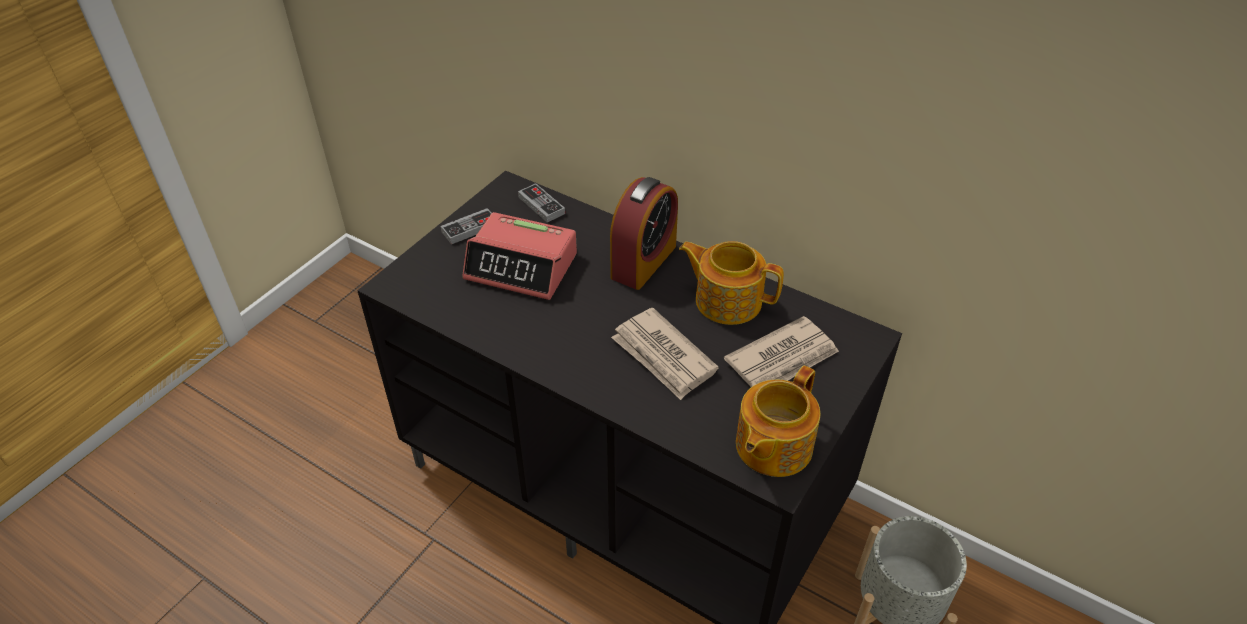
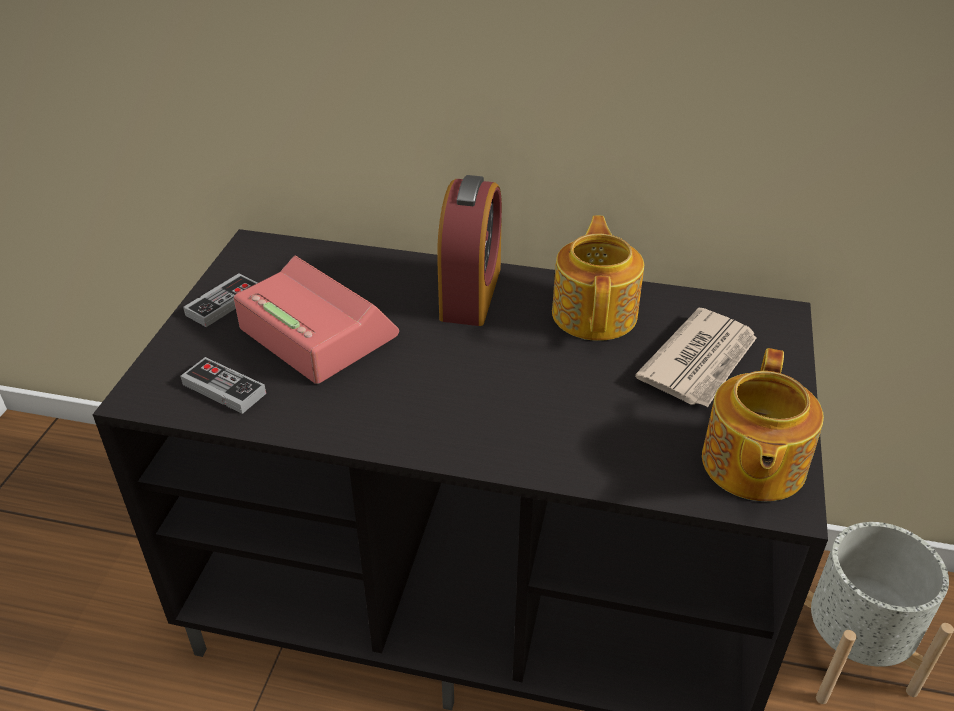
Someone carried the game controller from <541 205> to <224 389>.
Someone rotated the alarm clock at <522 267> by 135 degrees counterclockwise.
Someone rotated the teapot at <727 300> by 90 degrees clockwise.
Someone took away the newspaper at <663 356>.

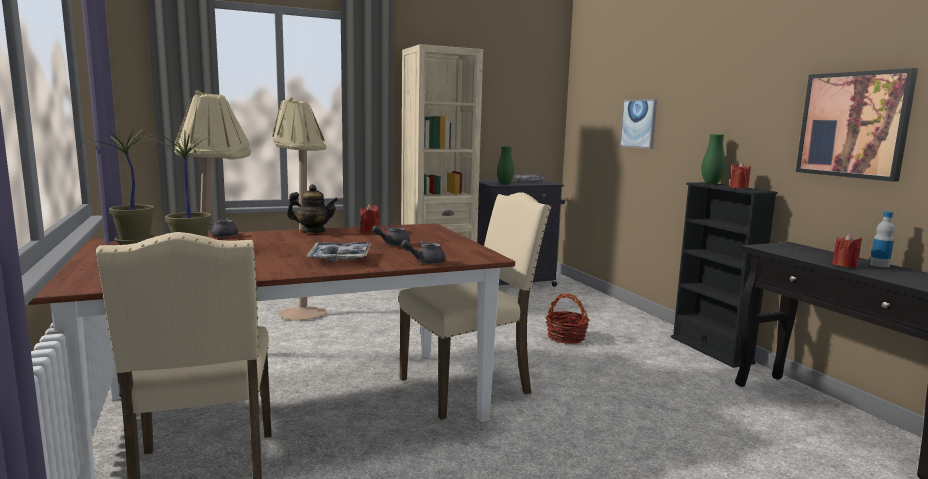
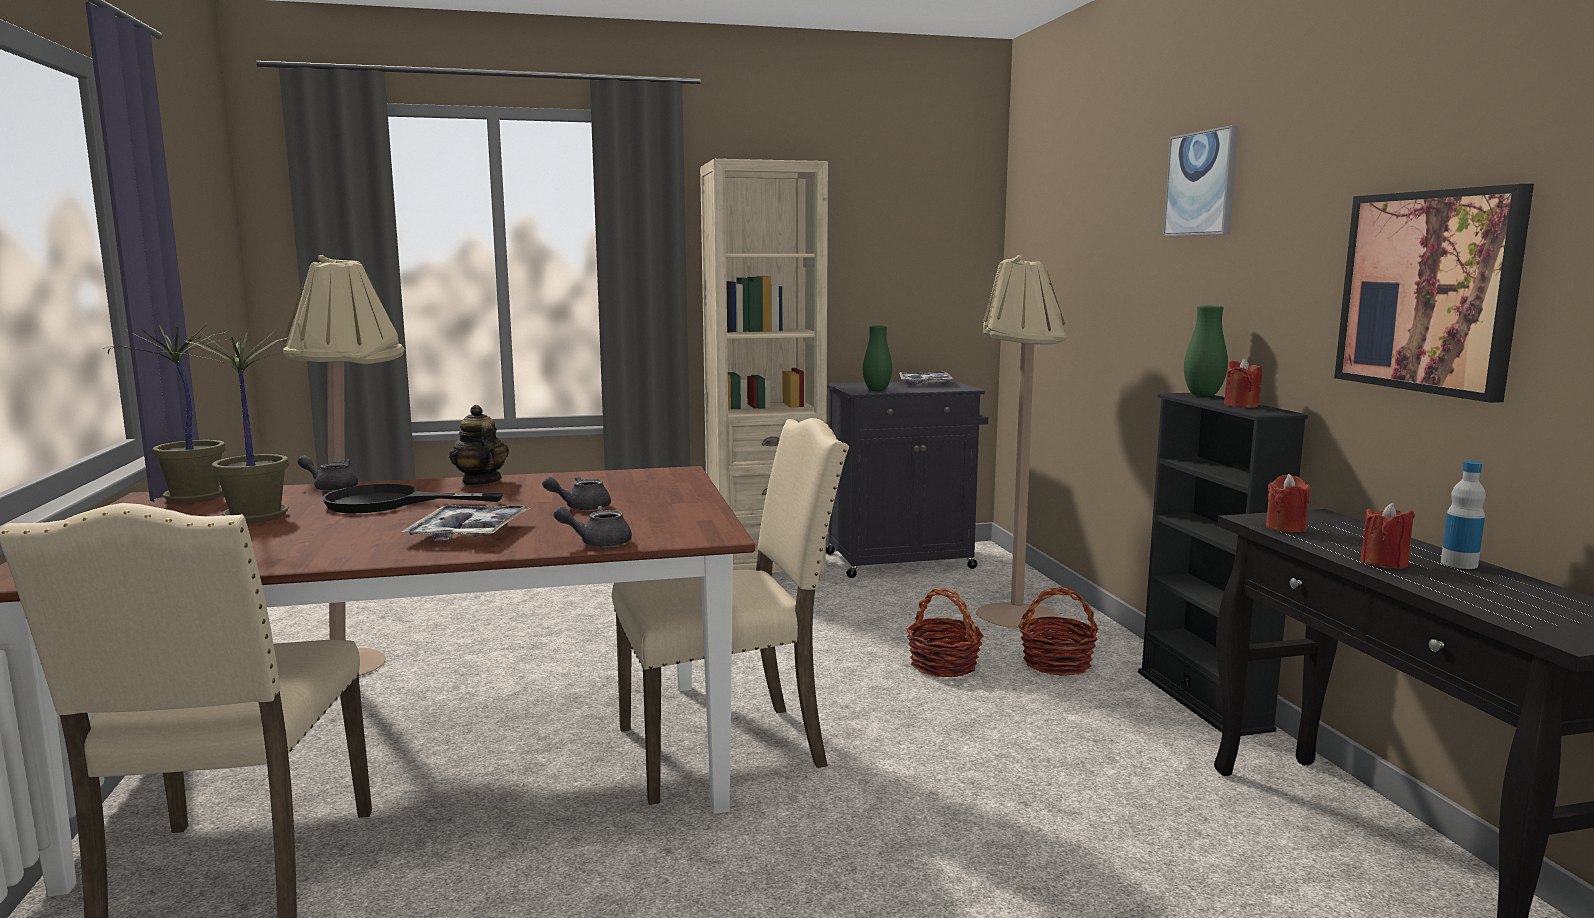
Someone put down the black frying pan at <389 503>.
Someone rotated the teapot at <313 231> by 135 degrees counterclockwise.
Someone carried the beige floor lamp from <305 310> to <1014 610>.
Someone put down the basket at <1057 663>.
Someone carried the picture from <639 123> to <1202 184>.
Someone carried the red candle from <370 232> to <1285 528>.

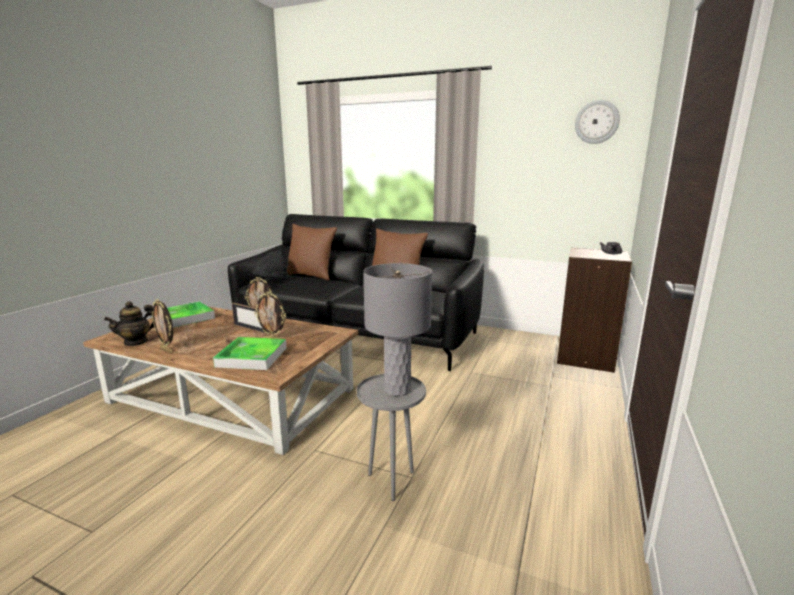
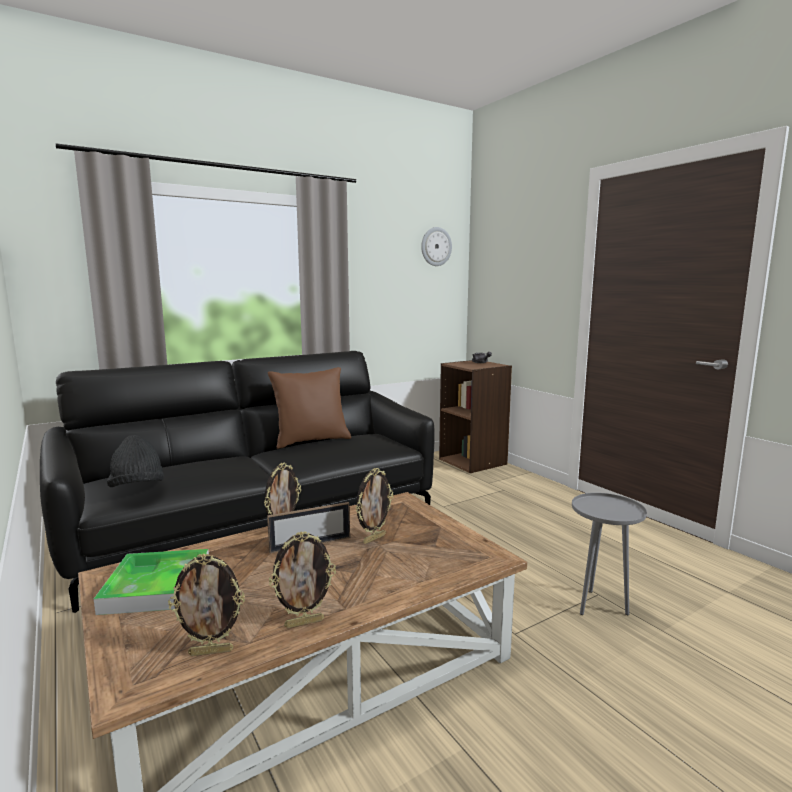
Someone swapped the teapot at <136 342> for the picture frame at <211 651>.
Someone took away the tray at <252 357>.
Someone took away the brown pillow at <311 276>.
Someone took away the grey table lamp at <397 390>.

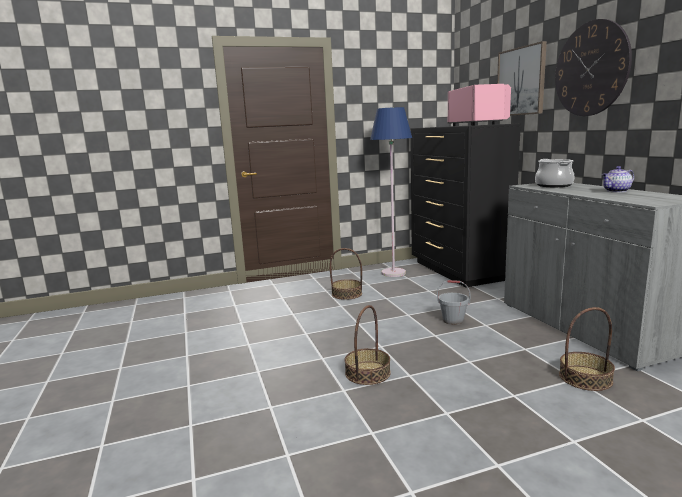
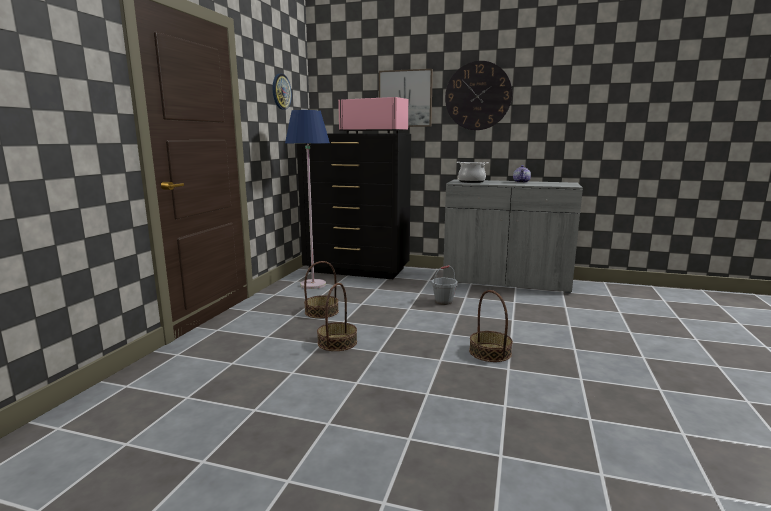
Someone put up the wall clock at <281 91>.
Someone carried the basket from <585 378> to <337 342>.

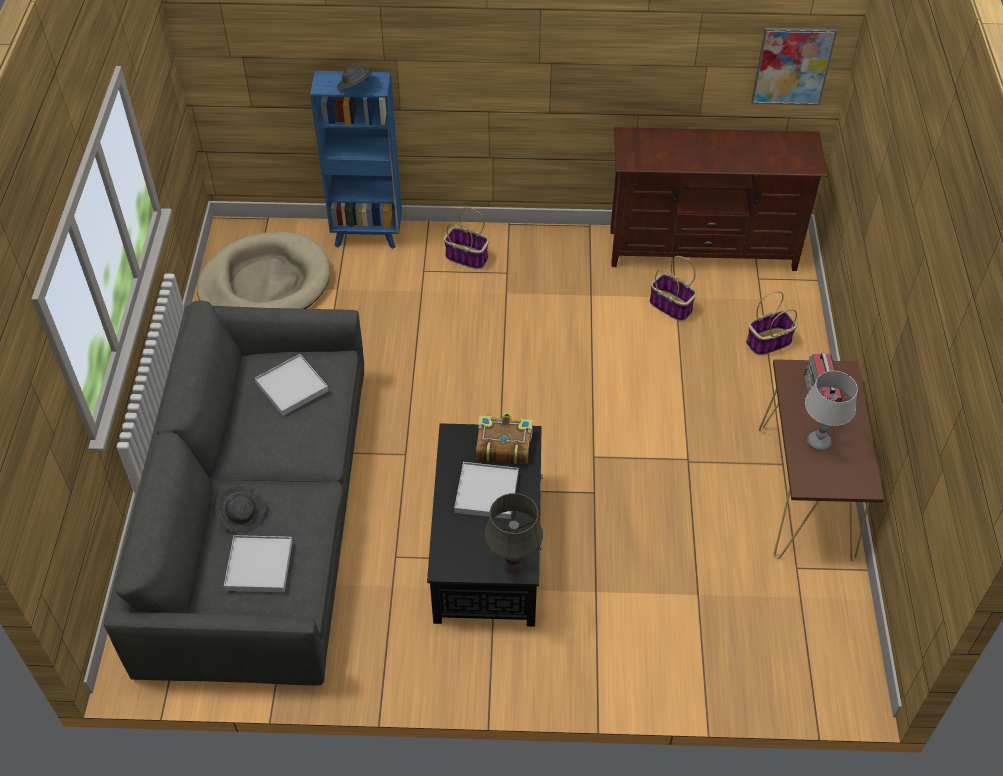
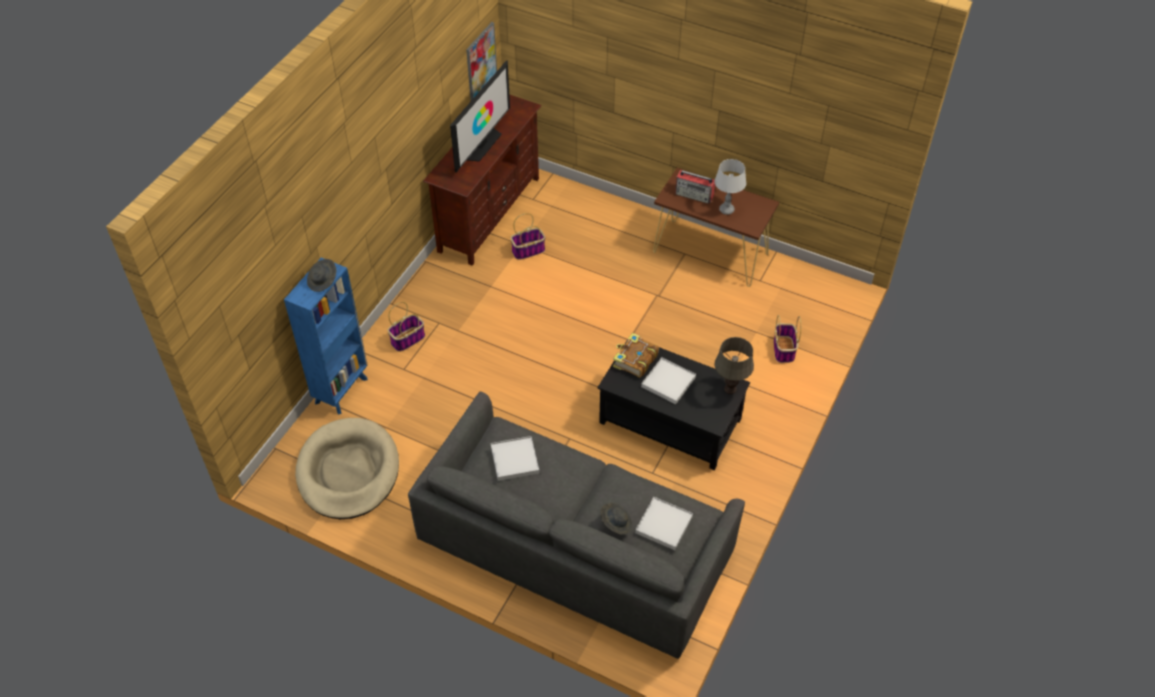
Someone put down the television at <482 144>.
Someone carried the basket from <768 342> to <784 350>.

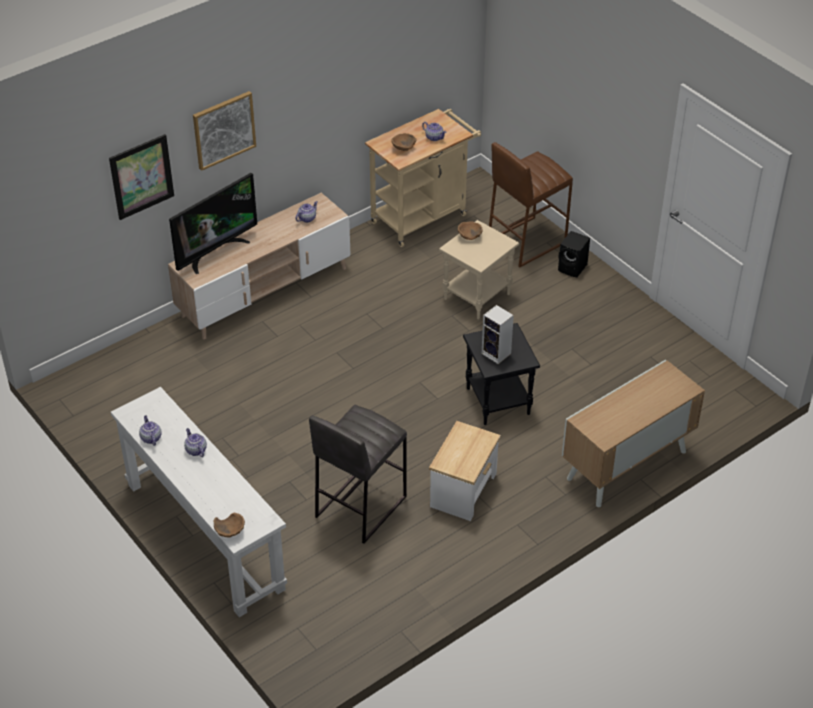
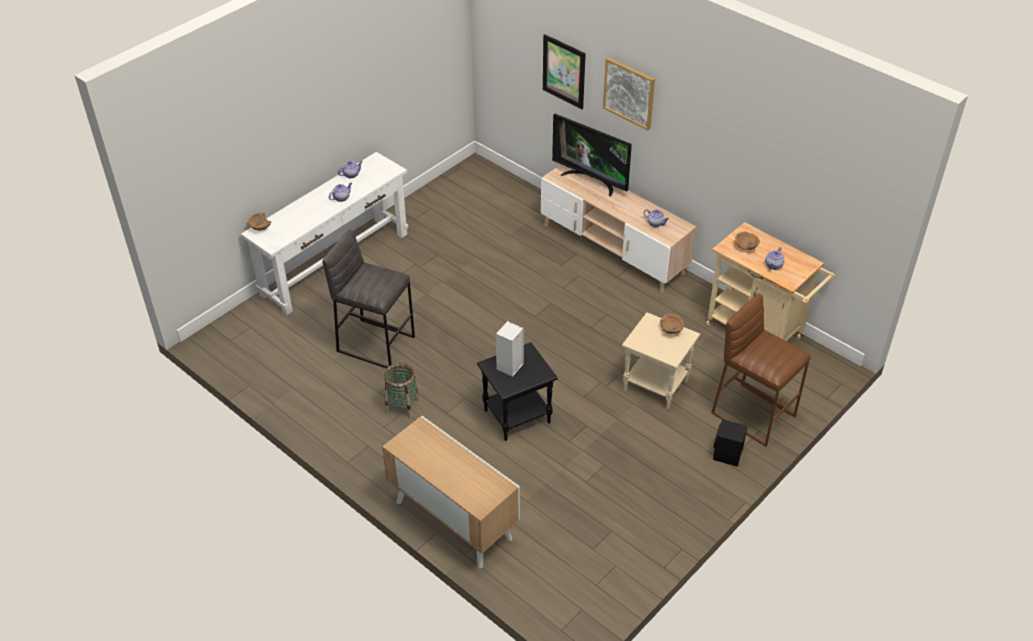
Someone swapped the side table at <464 491> for the basket at <402 406>.

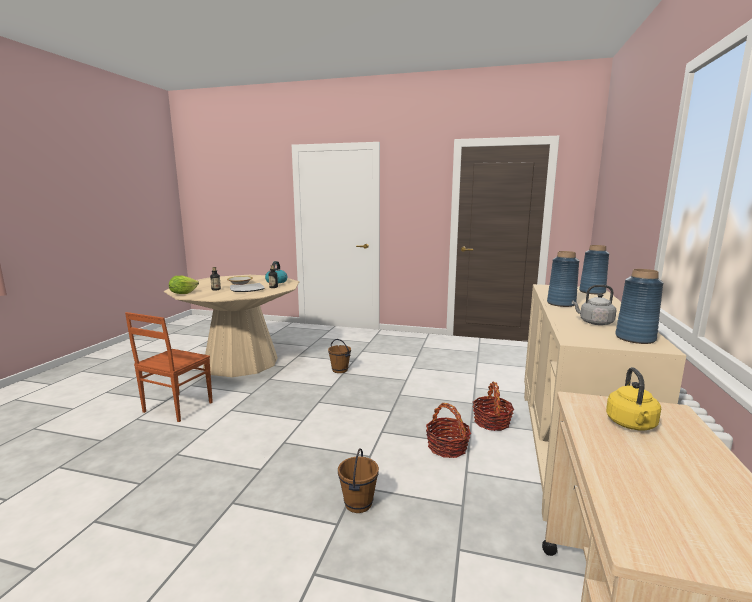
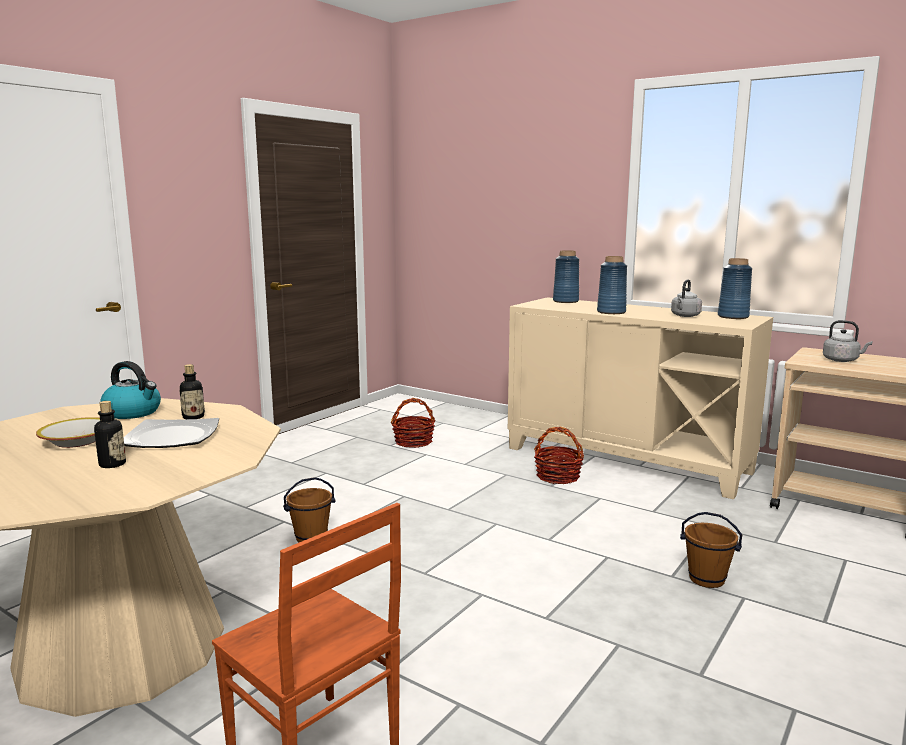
Someone carried the basket from <447 447> to <413 442>.
Someone repainted the yellow kettle at <631 425>, which became the grey kettle at <842 360>.
Someone took away the lettuce at <183 293>.

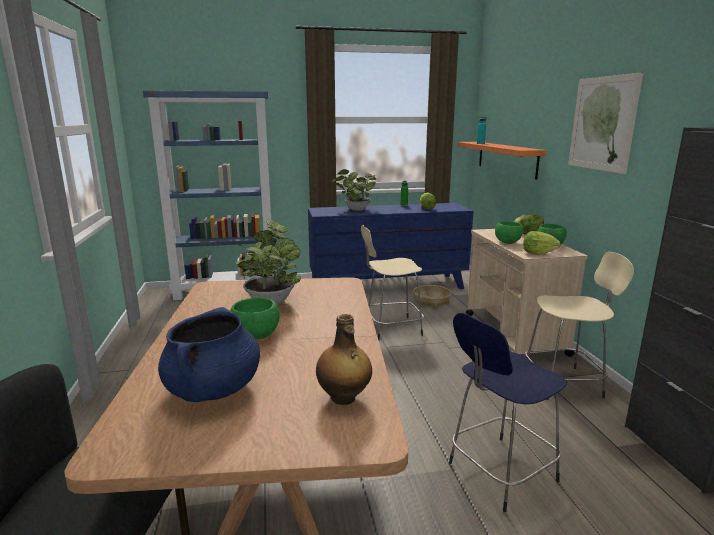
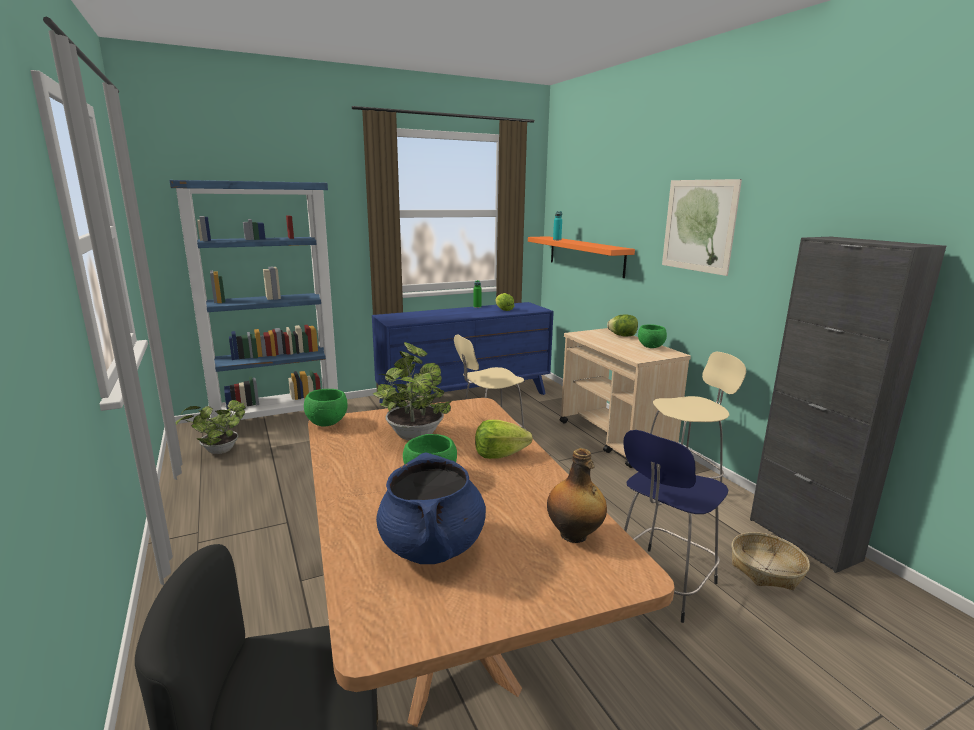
Someone carried the potted plant from <355 210> to <218 451>.
Someone carried the green bowl from <507 242> to <327 423>.
Someone carried the lettuce from <538 253> to <499 455>.
Someone carried the basket from <431 301> to <766 569>.

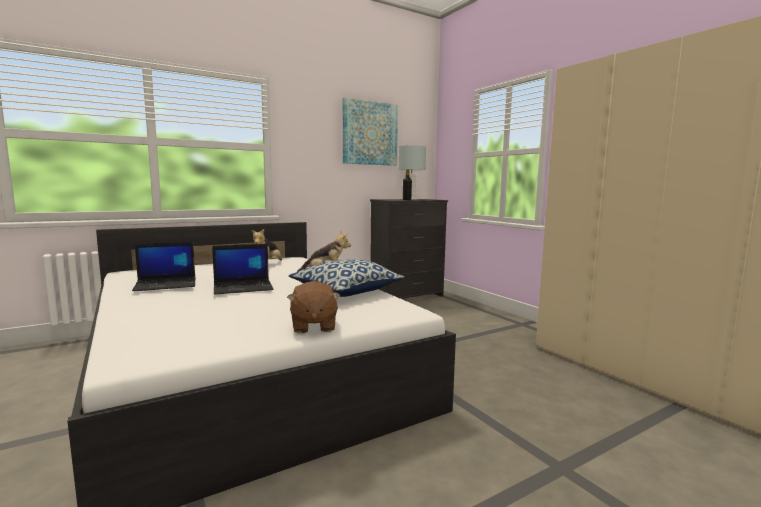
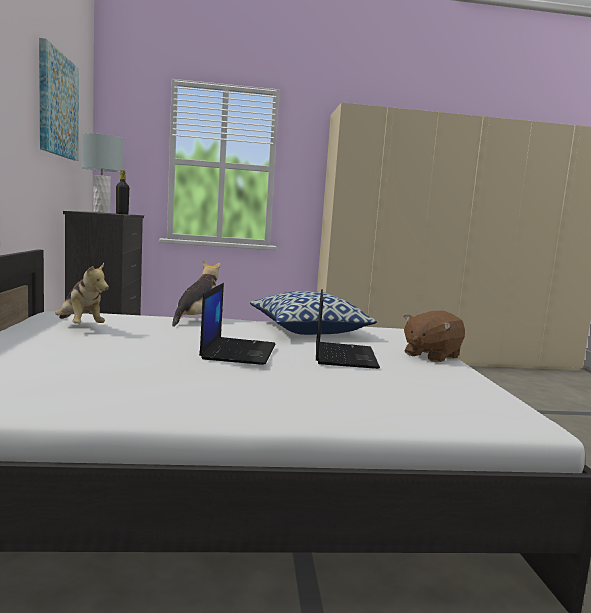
Someone carried the laptop from <167 284> to <343 355>.
Someone rotated the brown plush toy at <313 326> by 120 degrees clockwise.

